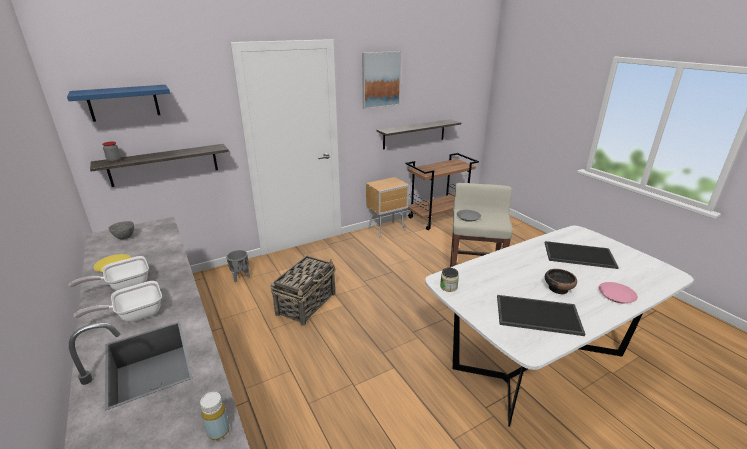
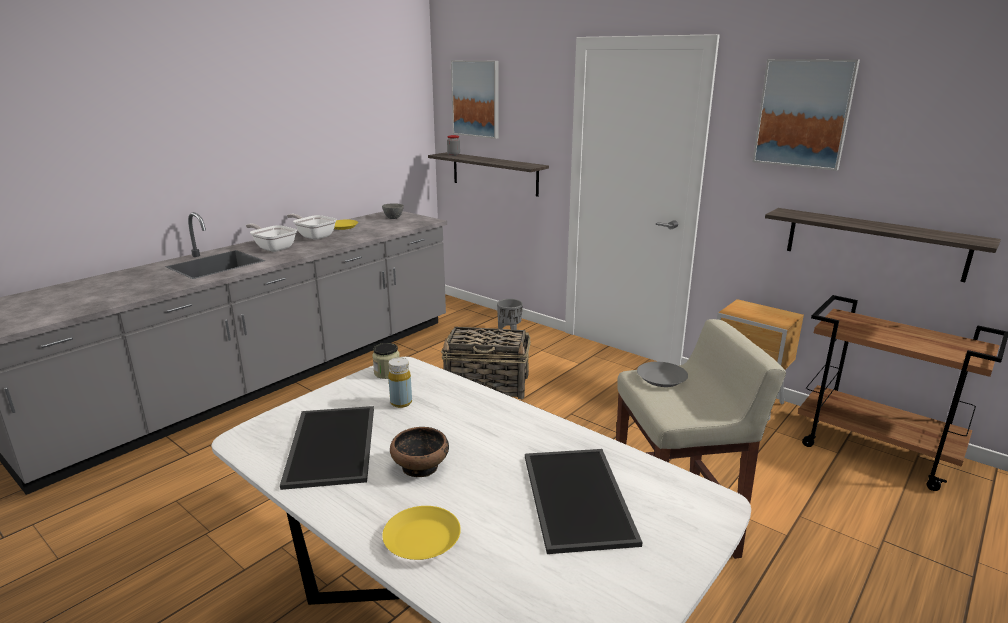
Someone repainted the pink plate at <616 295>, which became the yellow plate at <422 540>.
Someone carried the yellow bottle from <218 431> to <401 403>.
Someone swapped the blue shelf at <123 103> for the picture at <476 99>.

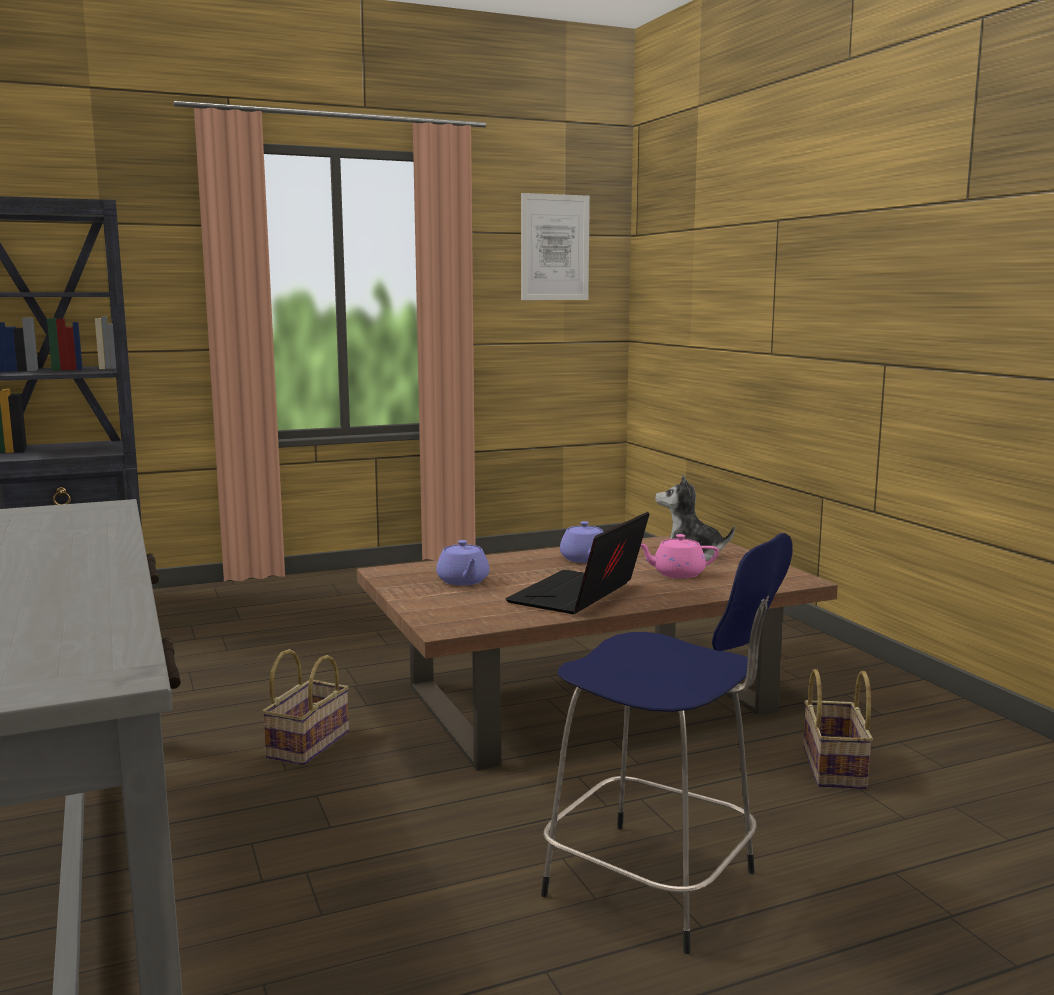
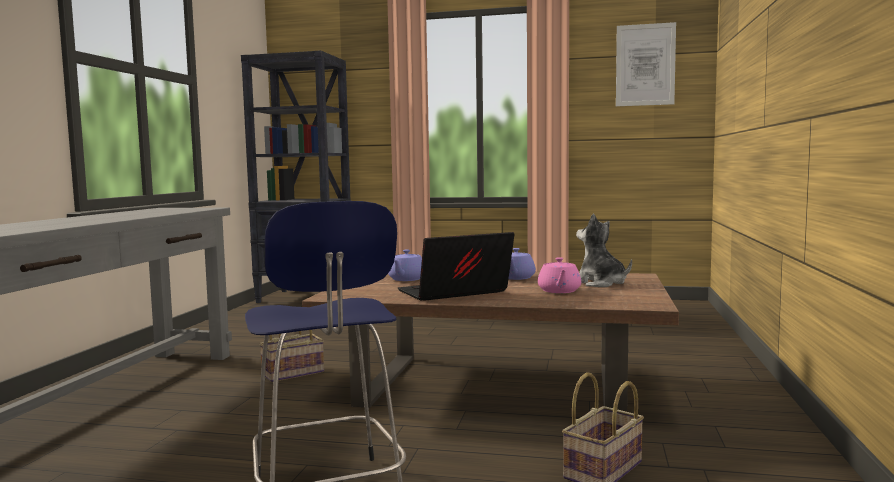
Someone rotated the pink teapot at <677 574> by 120 degrees counterclockwise.

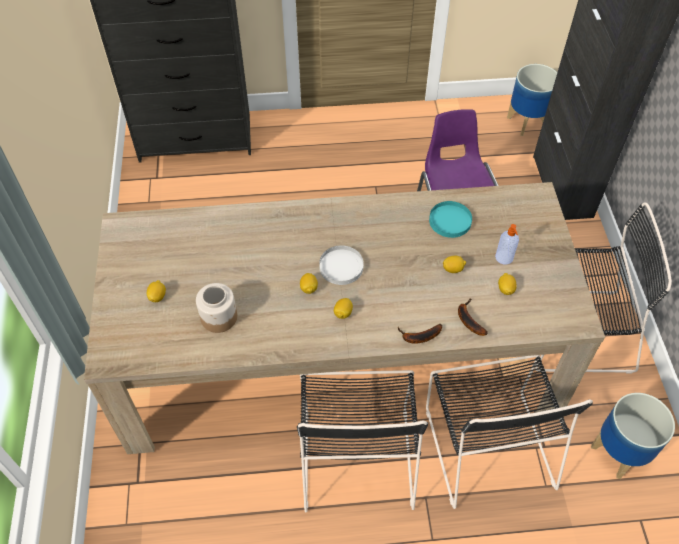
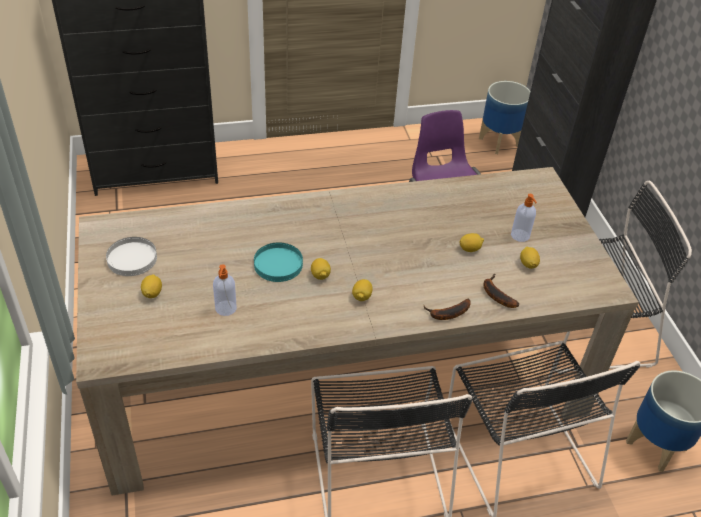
Someone carried the white plate from <341 266> to <132 258>.
Someone swapped the jar at <219 317> for the soap dispenser at <225 309>.
Someone carried the turquoise plate from <450 220> to <278 264>.

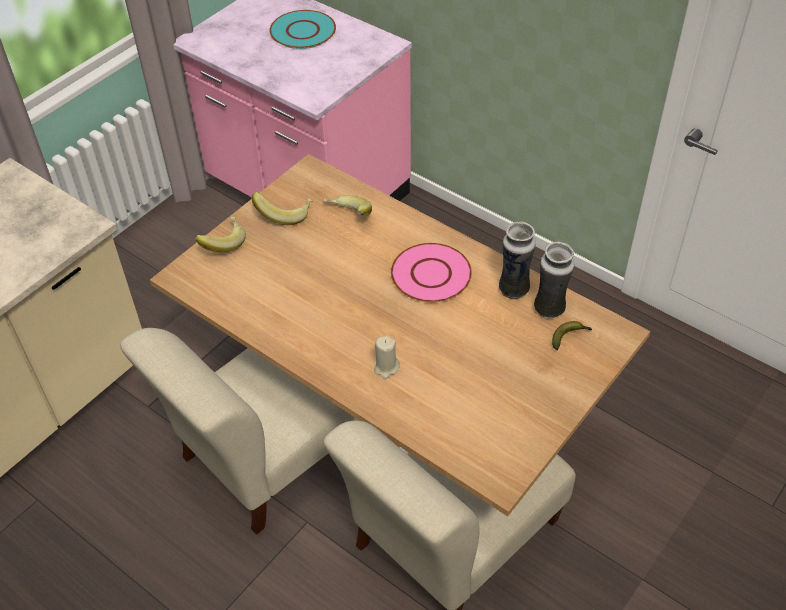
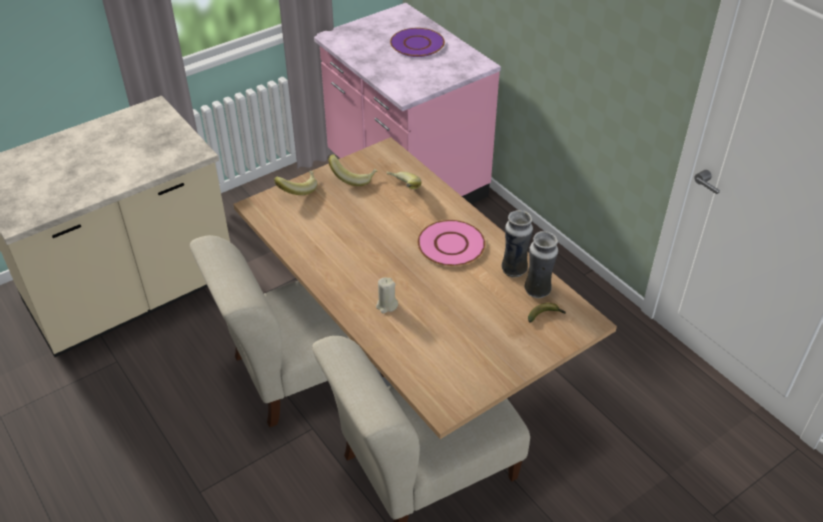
Someone repainted the turquoise plate at <302 31>, which became the purple plate at <417 44>.

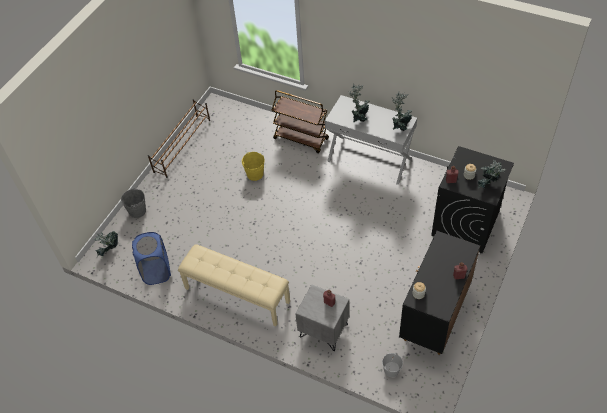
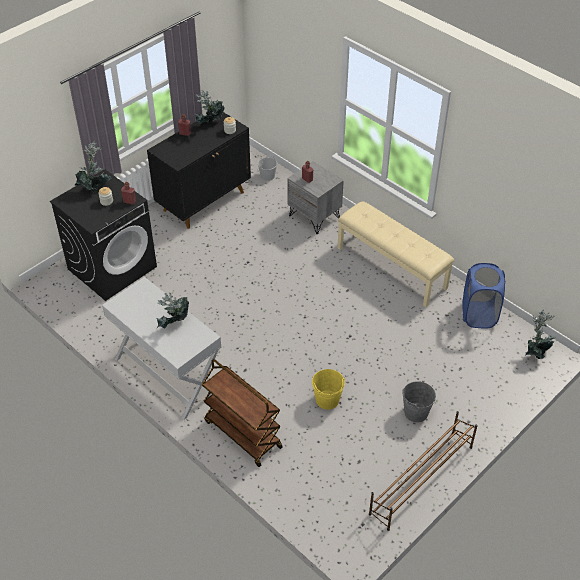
Someone carried the potted plant from <400 127> to <210 124>.
Someone carried the grey bucket from <137 211> to <416 412>.

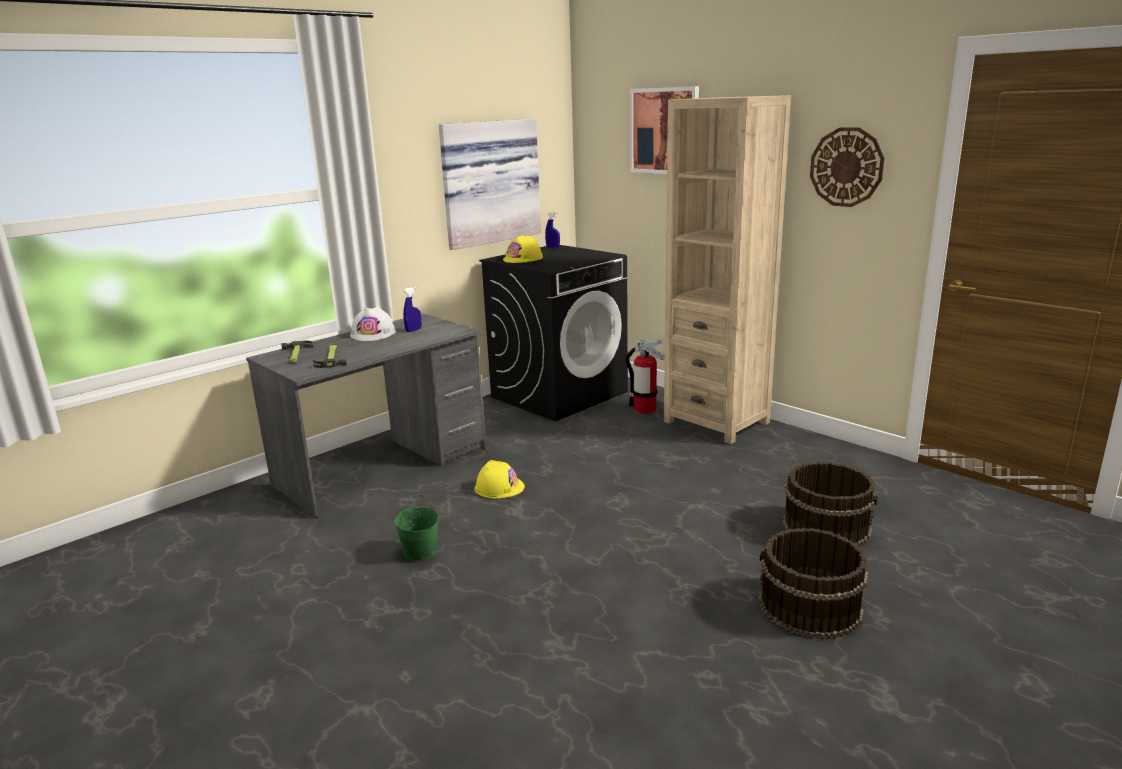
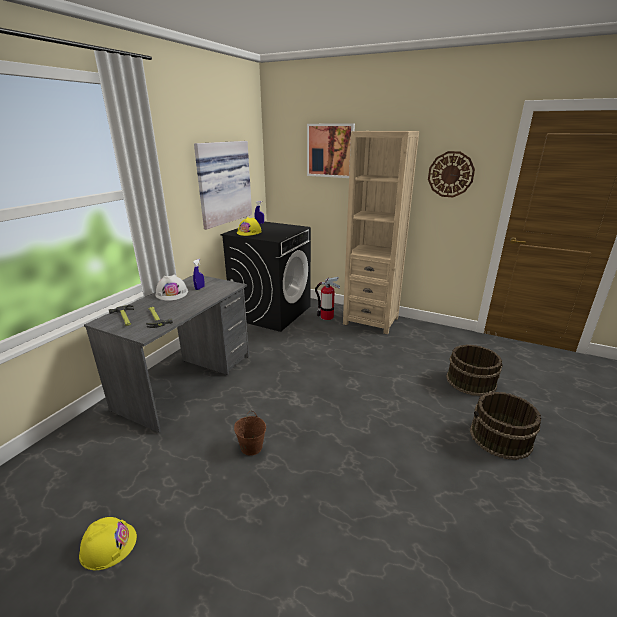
Someone carried the yellow hard hat from <499 487> to <108 545>.
Someone repainted the green bucket at <420 552>, which became the brown bucket at <251 447>.

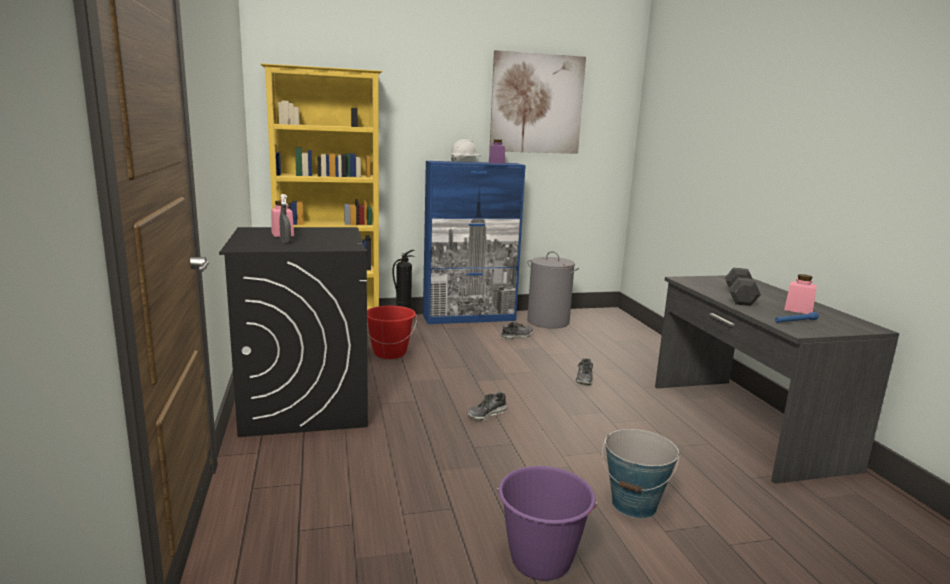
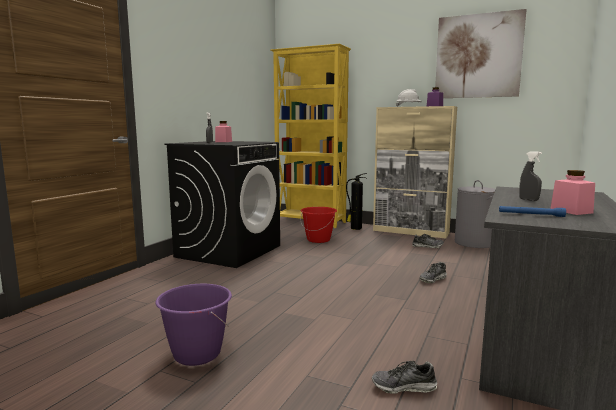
Someone carried the shoe from <487 414> to <404 387>.
Someone repainted the blue cabinet at <469 318>, which became the beige cabinet at <411 232>.
Someone swapped the grey dumbbell at <739 297> for the grey spray bottle at <528 200>.
Someone took away the bucket at <634 505>.

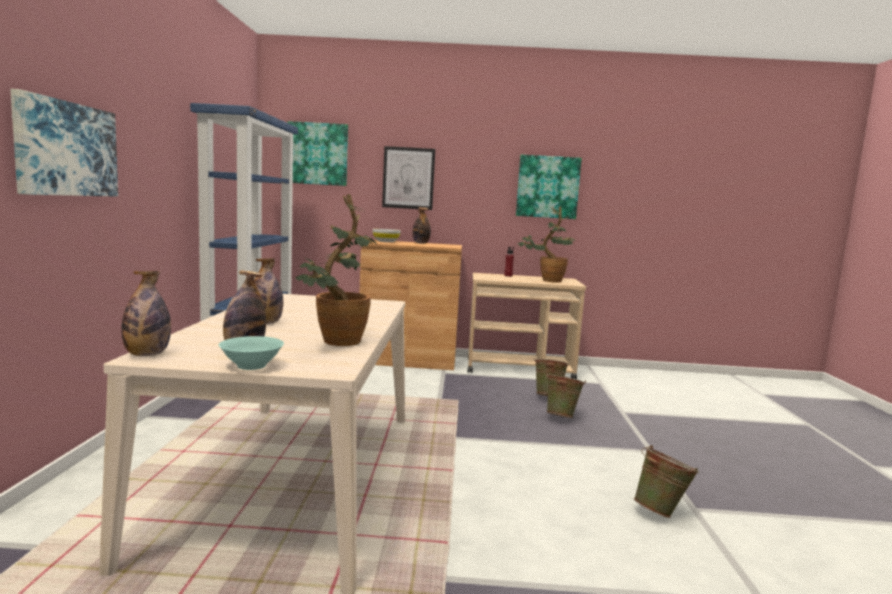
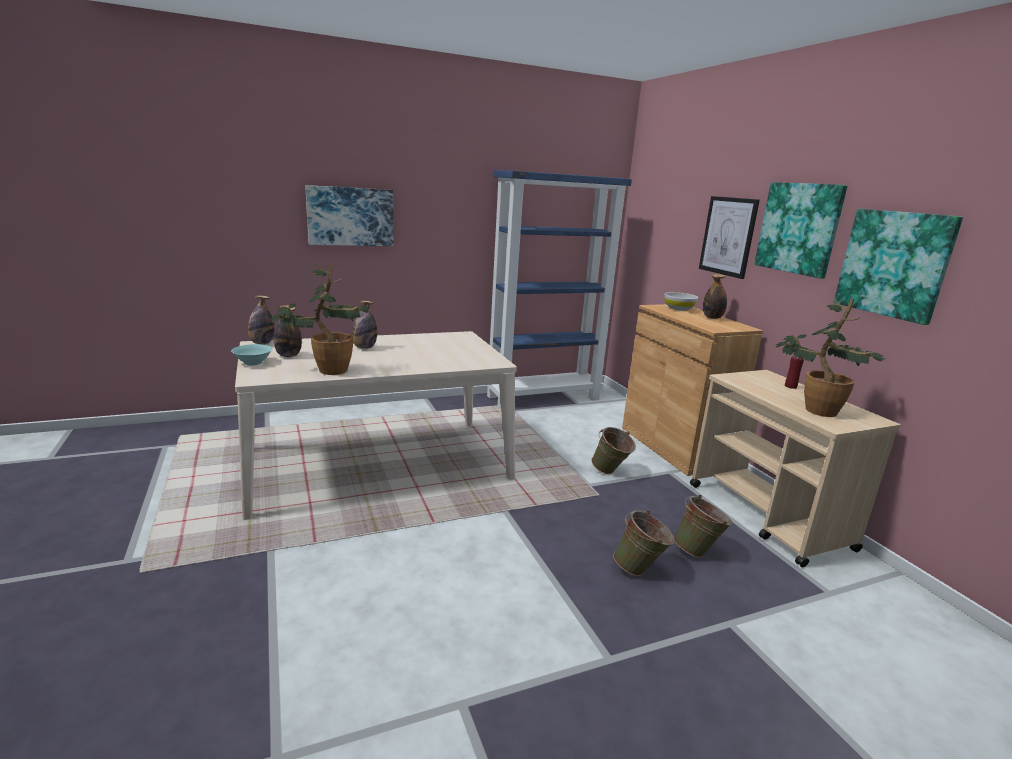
Someone carried the green bucket from <661 511> to <610 472>.
Someone carried the picture from <318 154> to <799 228>.

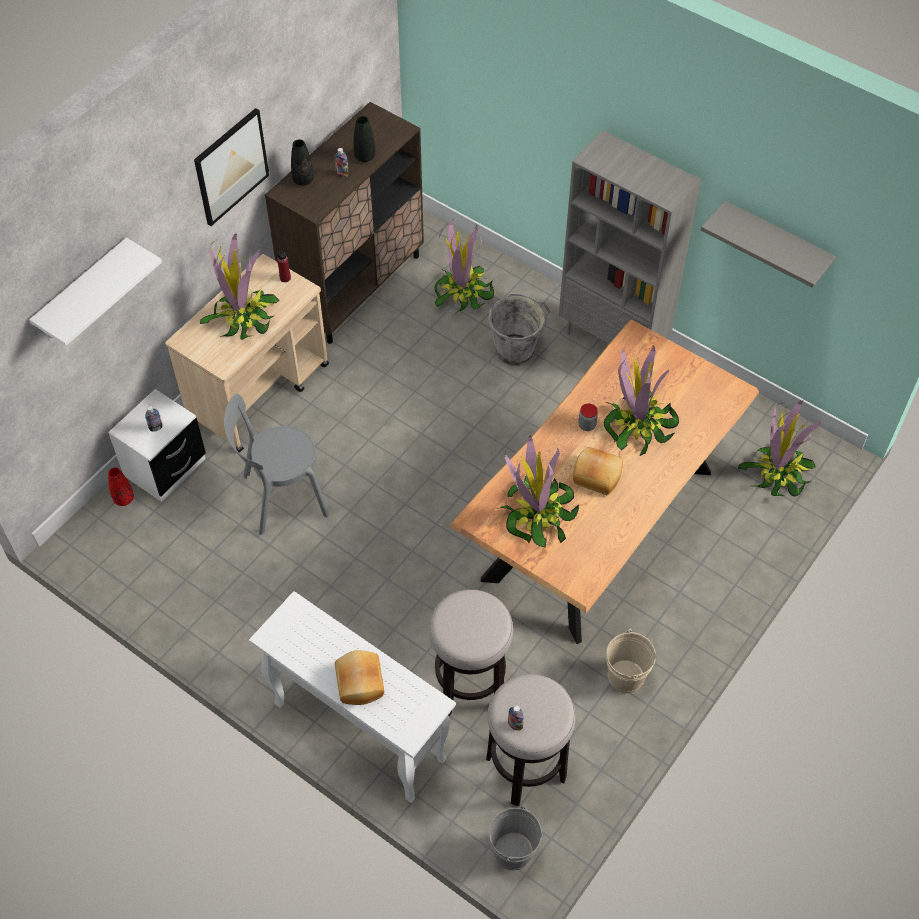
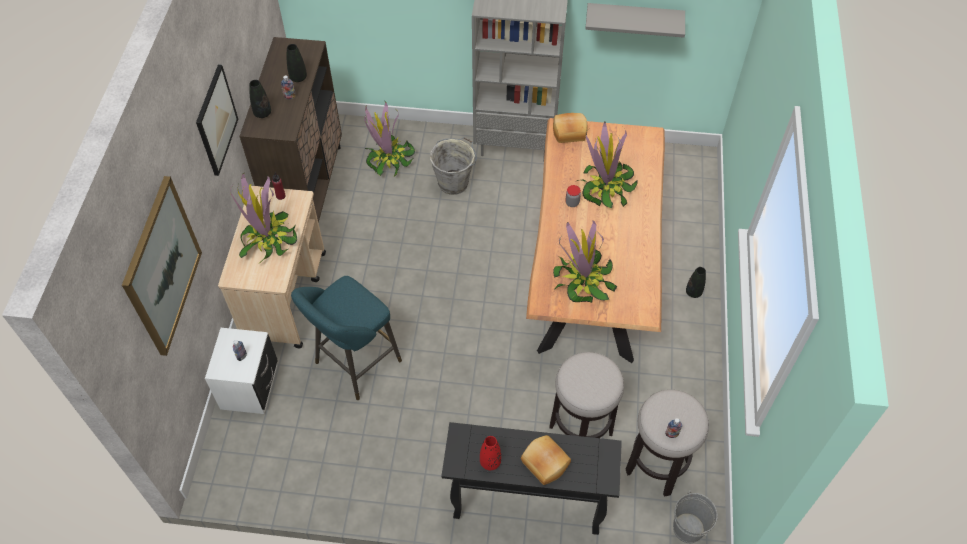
Someone swapped the white shelf at <83 292> for the picture at <162 267>.
Someone swapped the grey chair at <281 497> for the turquoise stool at <354 365>.
Someone repainted the white console table at <358 731>, which became the black console table at <526 504>.
Someone carried the red vase from <124 499> to <490 462>.
Someone carried the bread from <597 475> to <569 132>.
Someone put down the black vase at <693 292>.
Someone took away the beige bucket at <626 676>.
Someone took away the potted plant at <777 473>.

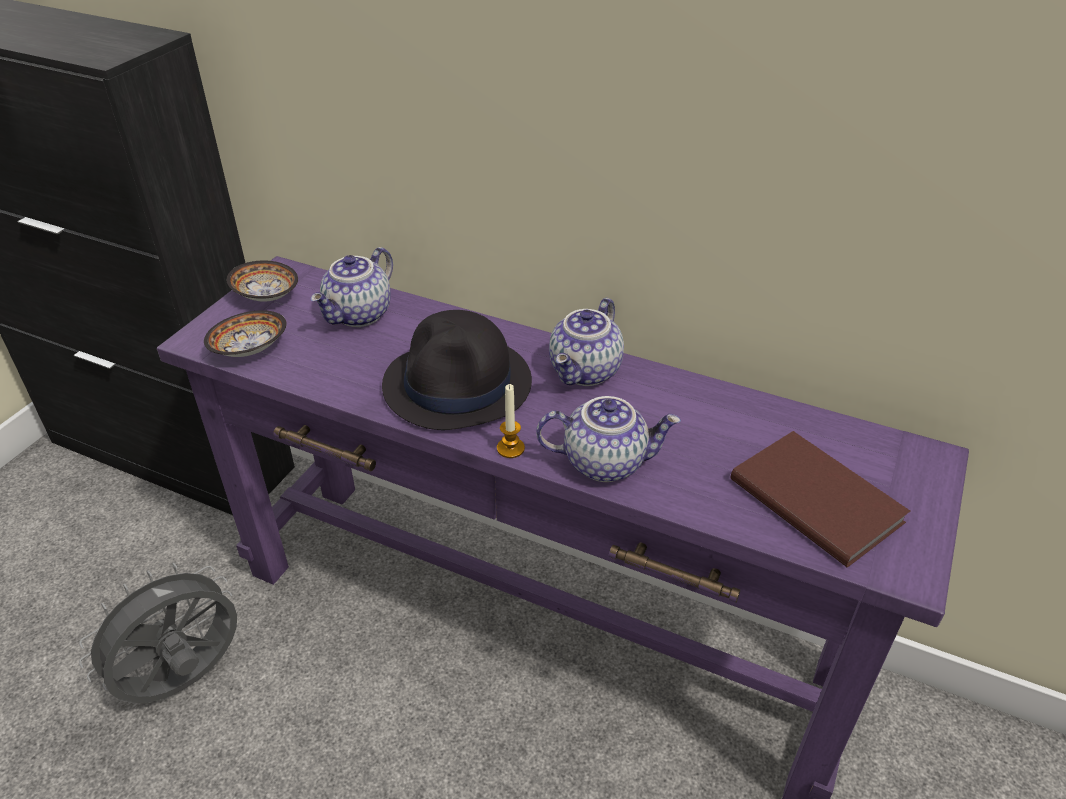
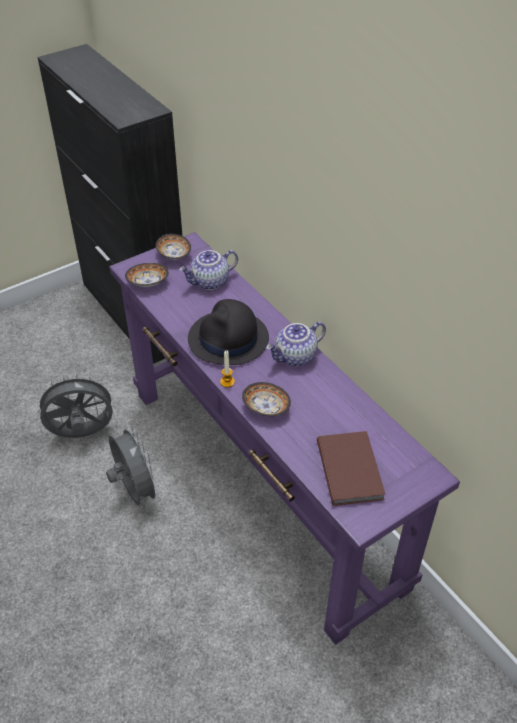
Someone put down the grey fan at <135 491>.
Someone swapped the teapot at <605 461> for the bowl at <265 407>.

